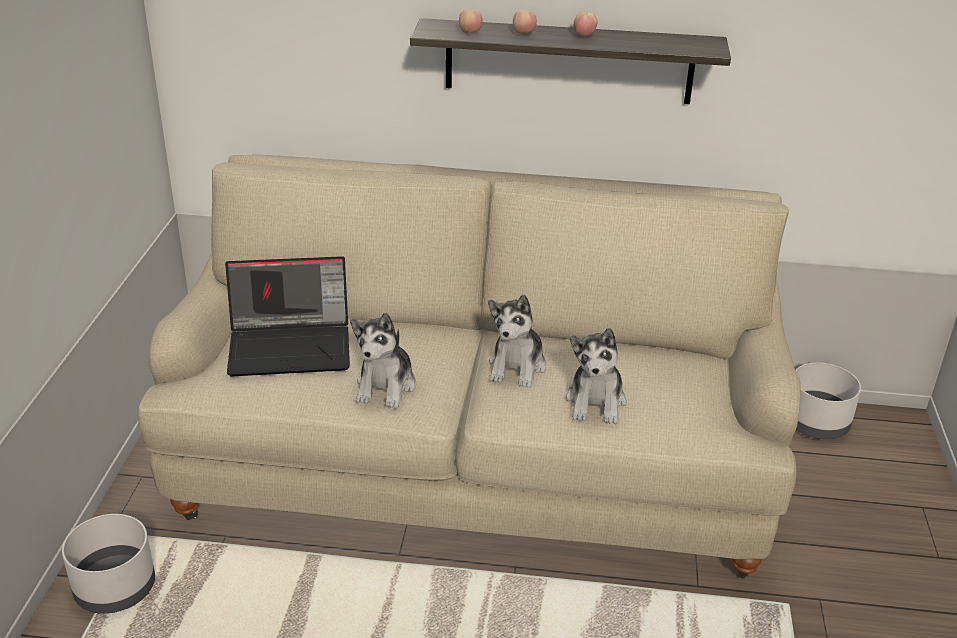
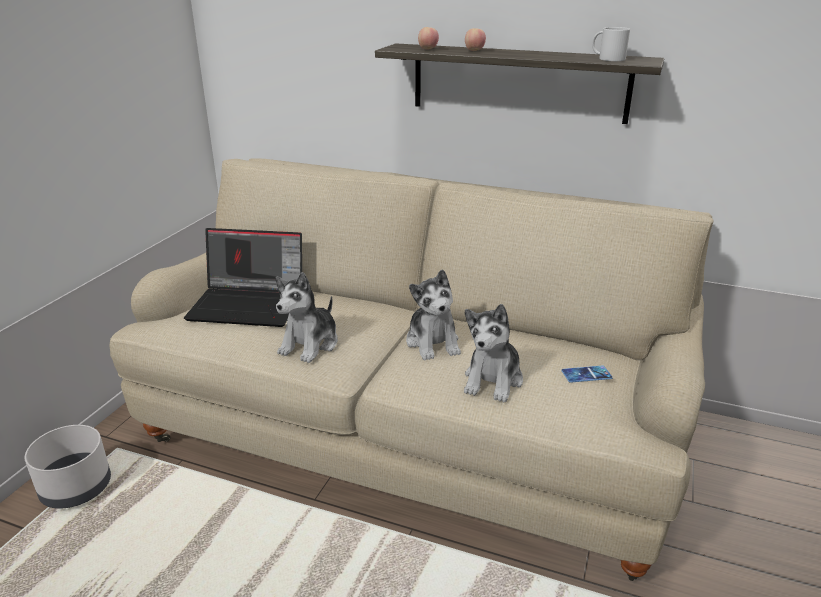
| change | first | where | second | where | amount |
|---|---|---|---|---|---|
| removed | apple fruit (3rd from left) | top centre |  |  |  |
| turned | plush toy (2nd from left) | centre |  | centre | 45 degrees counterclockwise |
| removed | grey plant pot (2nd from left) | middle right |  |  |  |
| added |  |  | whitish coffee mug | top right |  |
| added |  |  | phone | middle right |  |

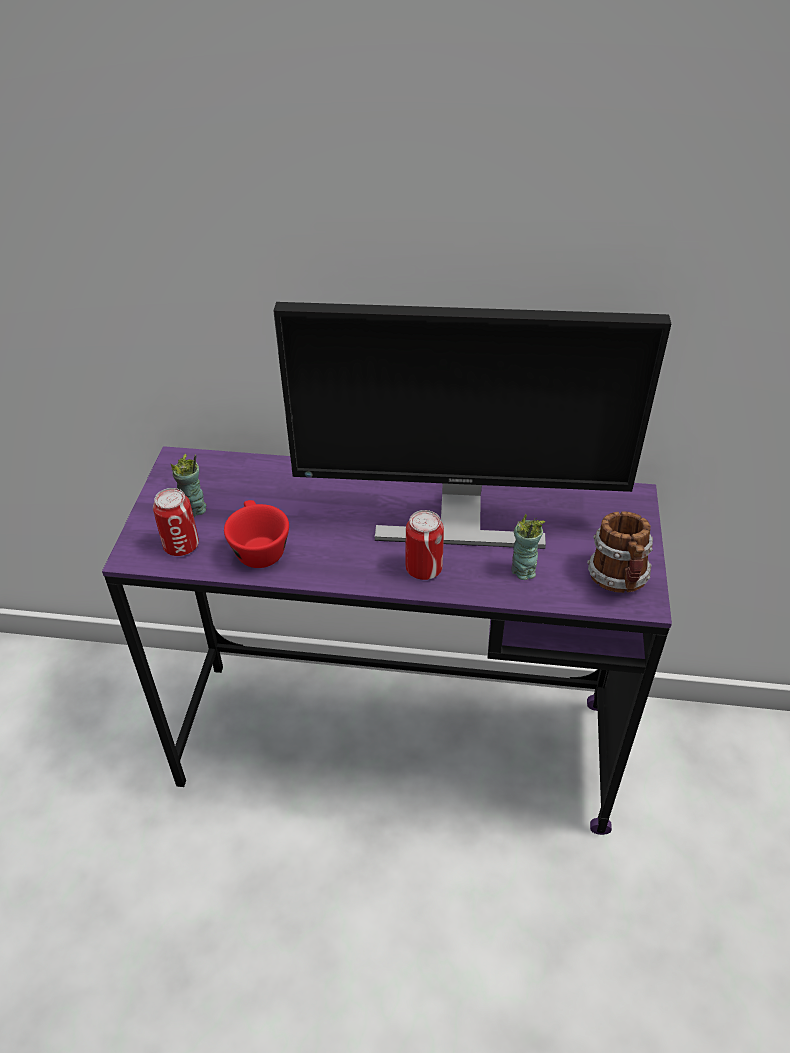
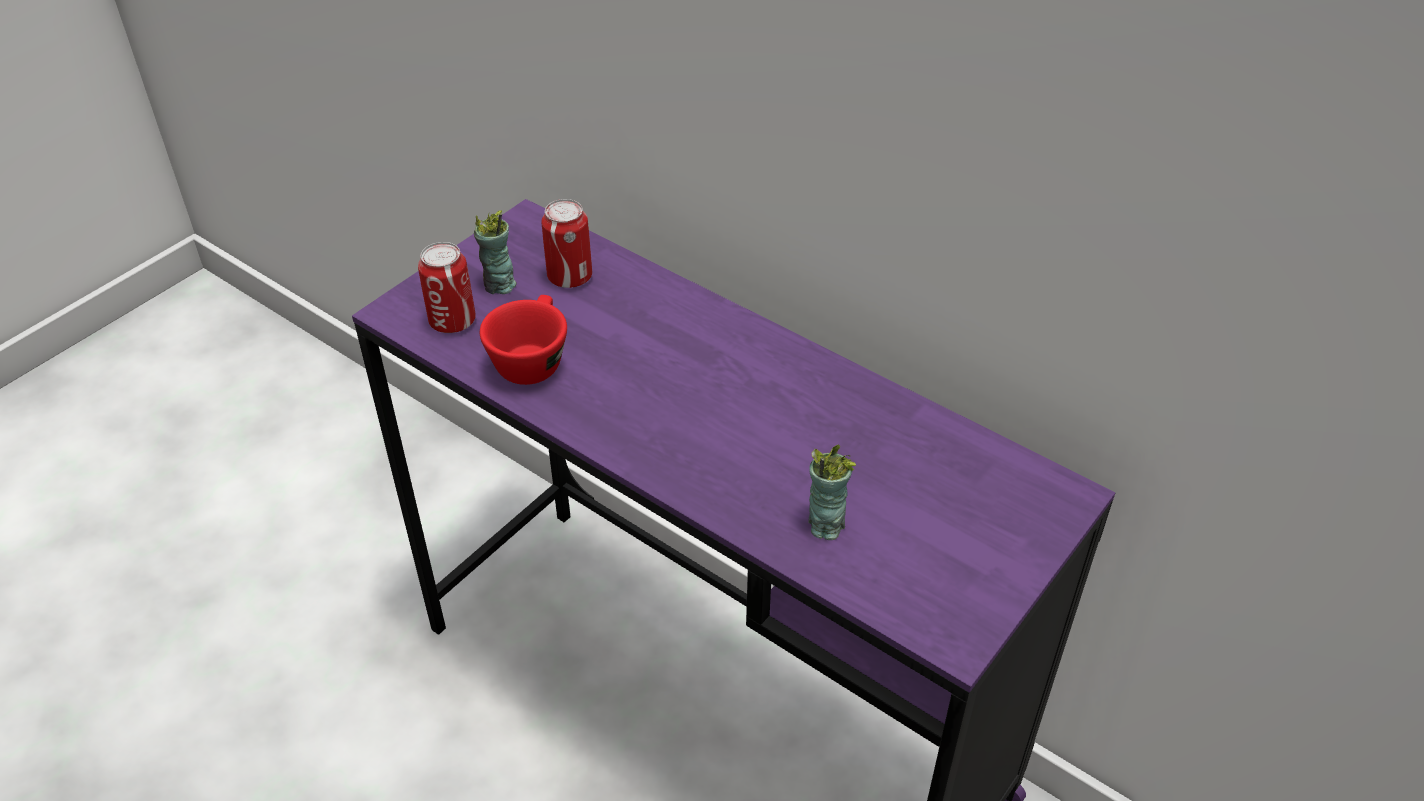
| change | first | where | second | where | amount |
|---|---|---|---|---|---|
| removed | monitor | centre |  |  |  |
| moved | can (2nd from left) | centre |  | top centre |  |
| removed | coffee mug | middle right |  |  |  |

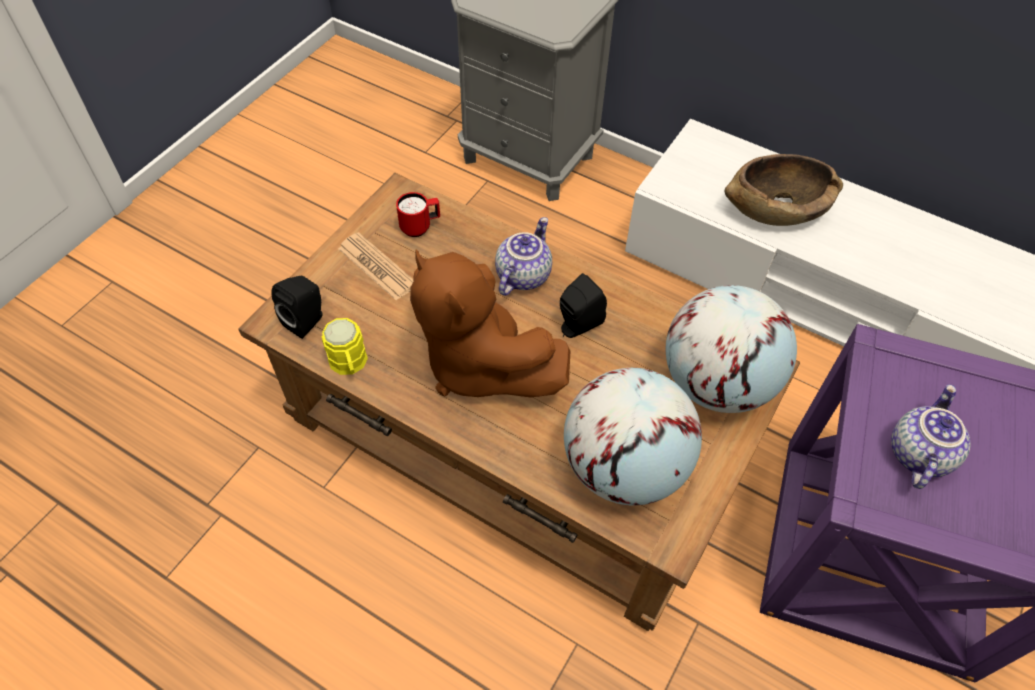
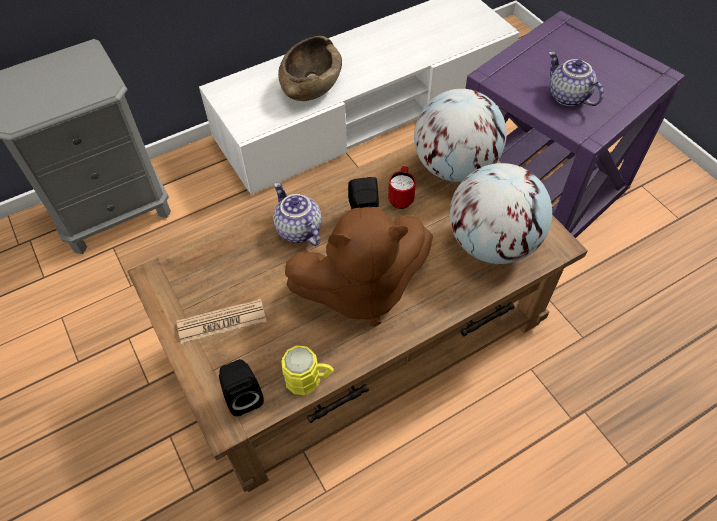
| change | first | where | second | where | amount |
|---|---|---|---|---|---|
| moved | reddish coffee mug | top centre |  | centre |  |

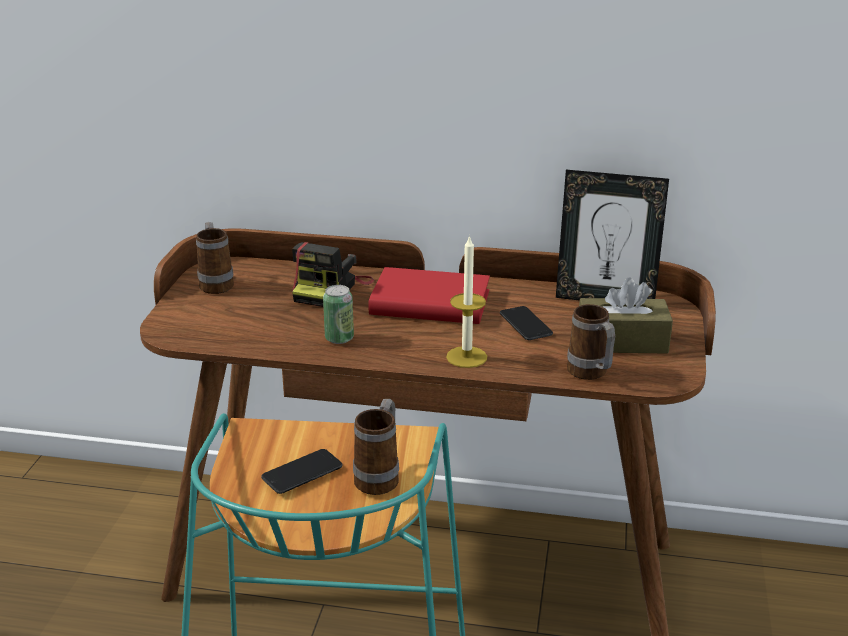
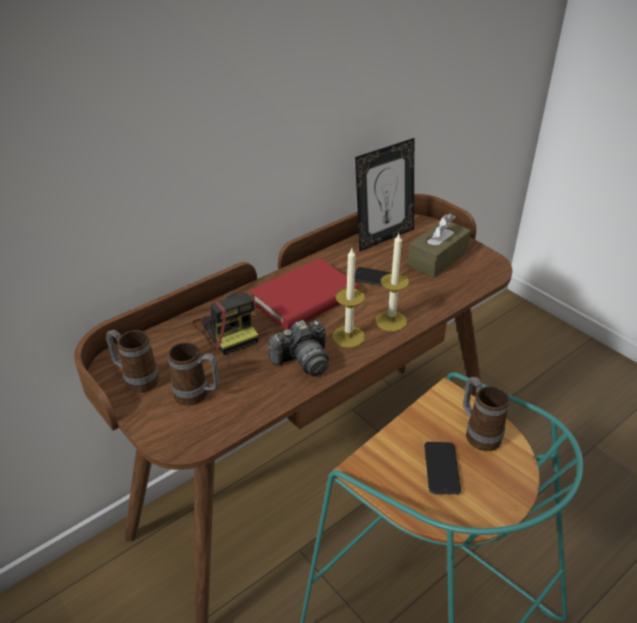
| change | first | where | second | where | amount |
|---|---|---|---|---|---|
| replaced | can | centre | photo camera (2nd from left) | centre |  |
| moved | coffee mug (3rd from left in the first image) | middle right | coffee mug (2nd from left) | middle left |  |
| added |  |  | wax light (1st from left) | centre |  |

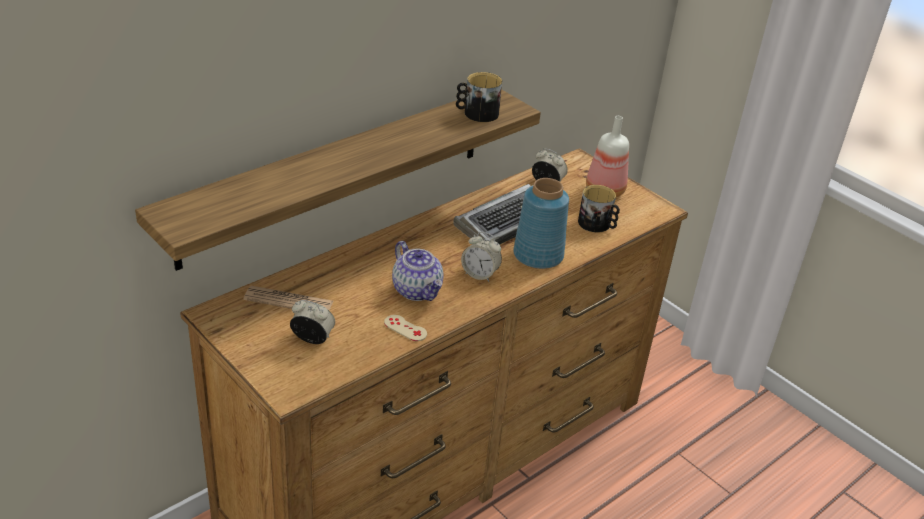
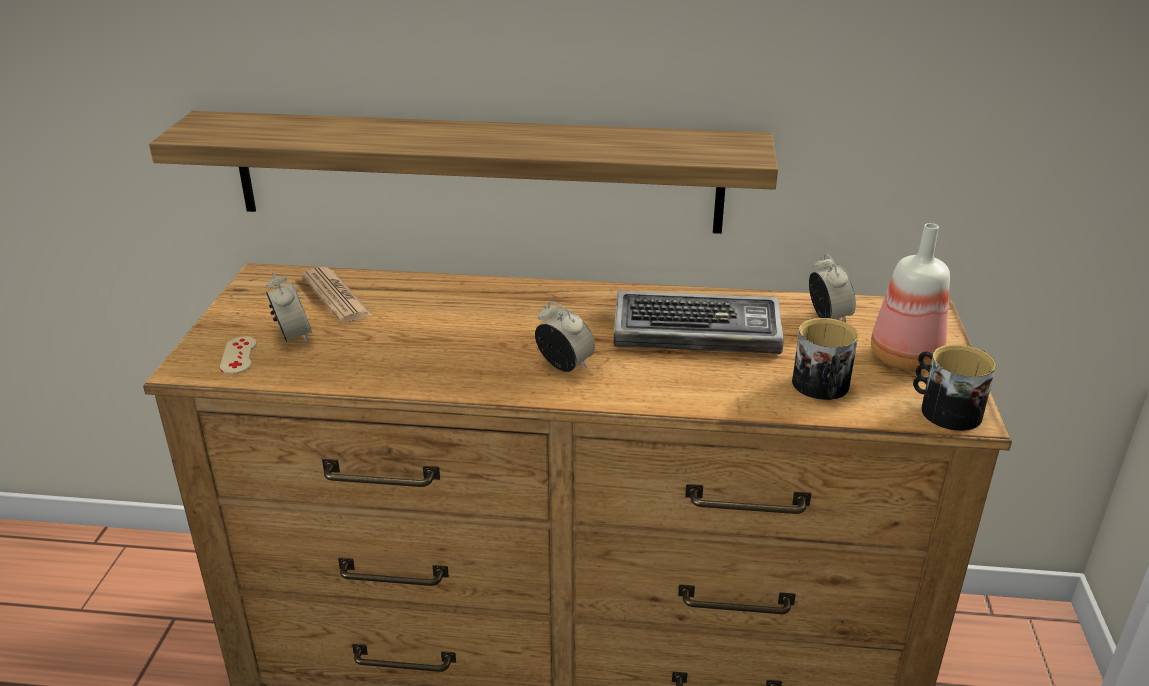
| change | first | where | second | where | amount |
|---|---|---|---|---|---|
| moved | coffee mug (1st from left in the first image) | top centre | coffee mug (2nd from left) | middle right |  |
| removed | blue-coloured vase | centre |  |  |  |
| turned | bedside clock (2nd from left) | centre |  | centre | 150 degrees clockwise |
| removed | teapot | centre |  |  |  |
| moved | sand-coloured gamepad | centre |  | middle left |  |

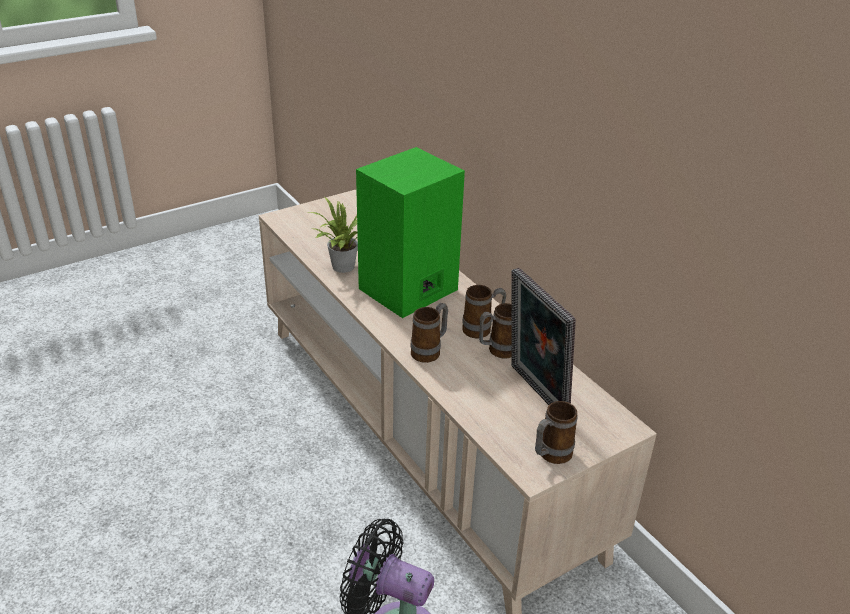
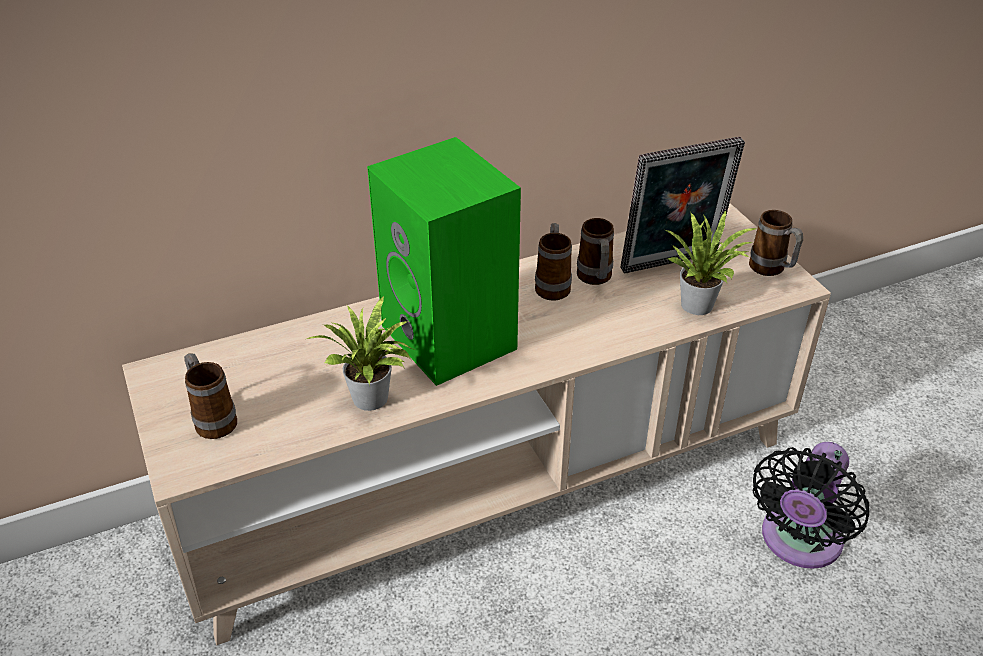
| change | first | where | second | where | amount |
|---|---|---|---|---|---|
| moved | coffee mug (1st from left) | centre |  | middle left |  |
| added |  |  | plant in a pot (2nd from left) | middle right |  |

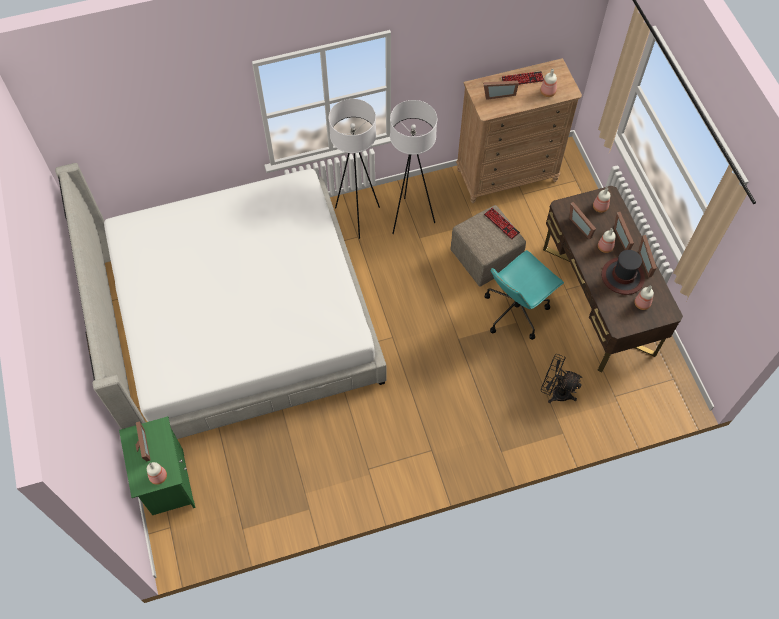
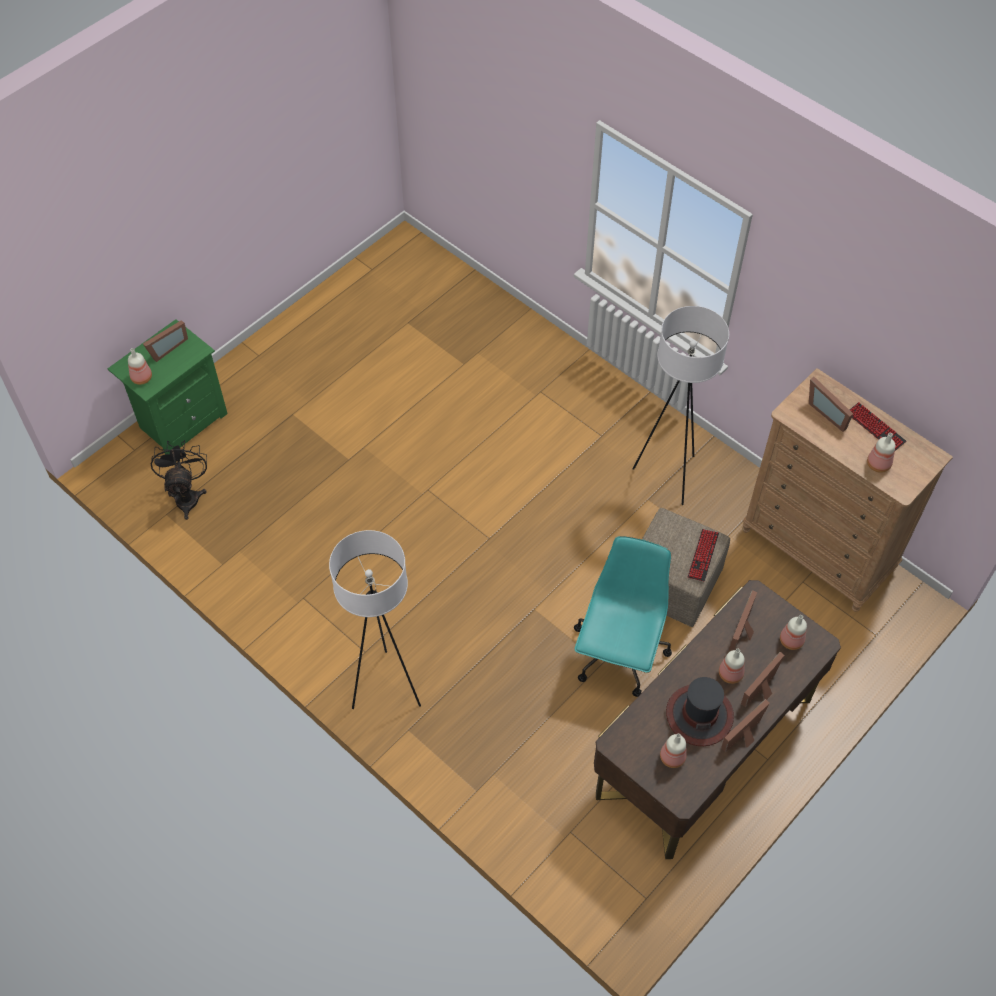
| change | first | where | second | where | amount |
|---|---|---|---|---|---|
| moved | whitish standing lamp (1st from left) | top centre |  | centre |  |
| removed | bed | middle left |  |  |  |
| turned | turquoise-coloured desk chair | middle right |  | centre | 90 degrees clockwise |
| moved | black electric fan | middle right |  | middle left |  |

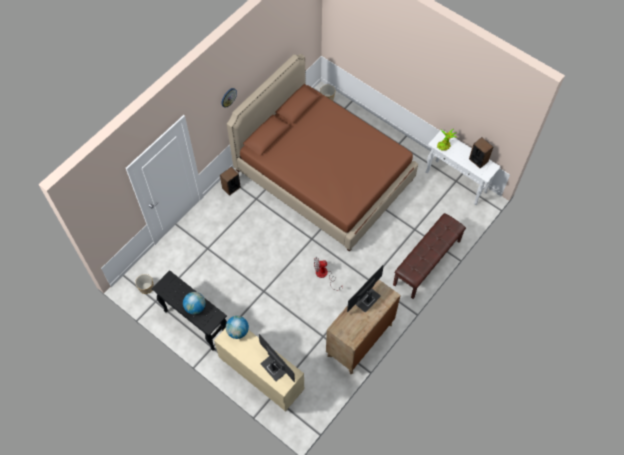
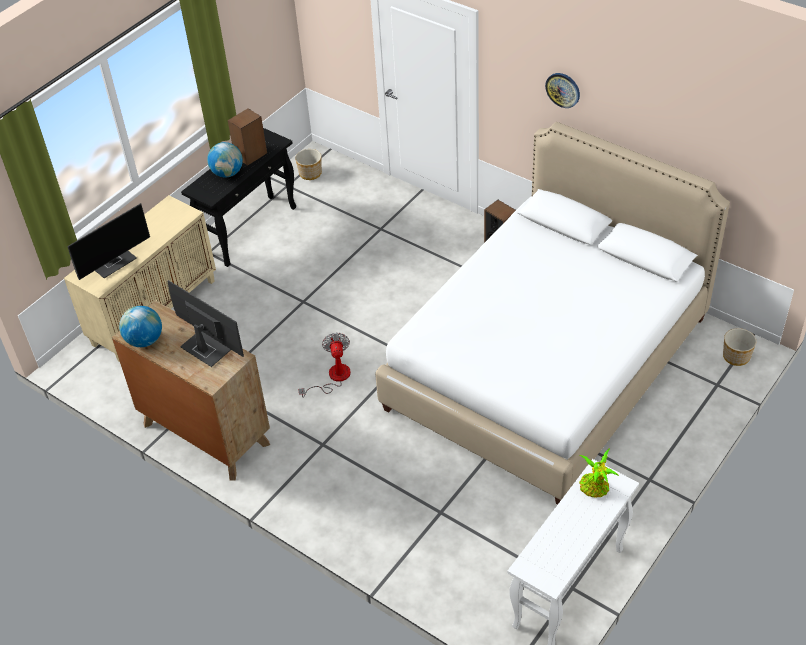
| change | first | where | second | where | amount |
|---|---|---|---|---|---|
| recoloured | brown bed | centre | whitish bed | middle right |  |
| moved | loudspeaker (2nd from left in the first image) | middle right | loudspeaker (1st from left) | top left |  |
| removed | brown indoor bench | middle right |  |  |  |
| moved | desk globe (2nd from left in the first image) | bottom centre | desk globe (1st from left) | middle left |  |

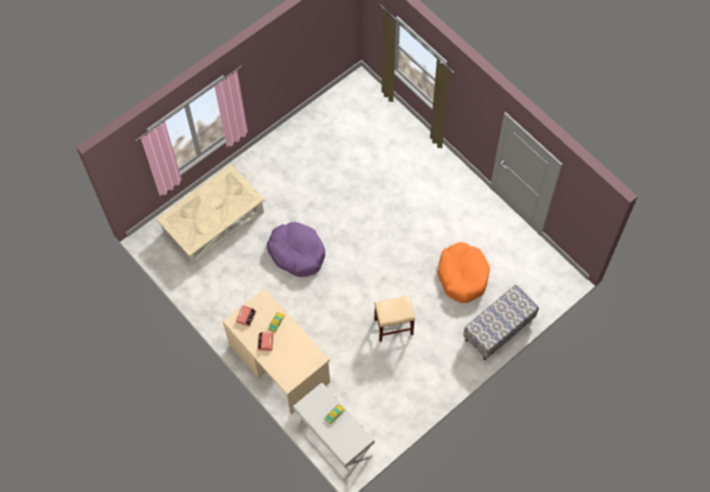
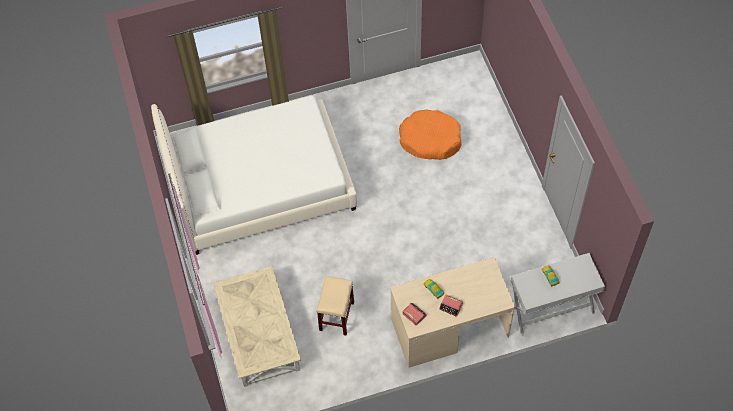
| change | first | where | second | where | amount |
|---|---|---|---|---|---|
| removed | purplish dog bed | centre |  |  |  |
| removed | indoor bench | middle right |  |  |  |
| moved | sand-coloured stool | centre |  | bottom centre |  |
| added |  |  | whitish bed | centre |  |

